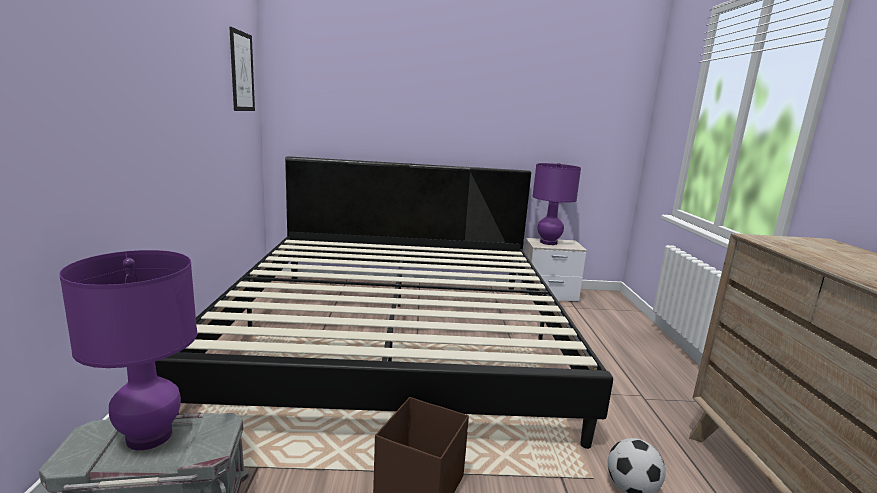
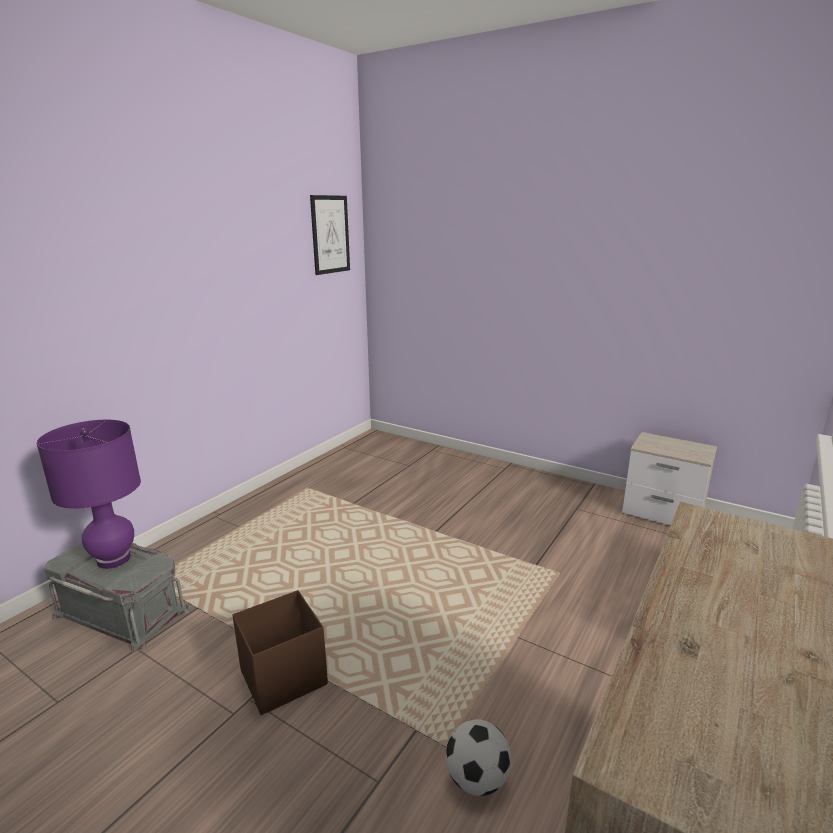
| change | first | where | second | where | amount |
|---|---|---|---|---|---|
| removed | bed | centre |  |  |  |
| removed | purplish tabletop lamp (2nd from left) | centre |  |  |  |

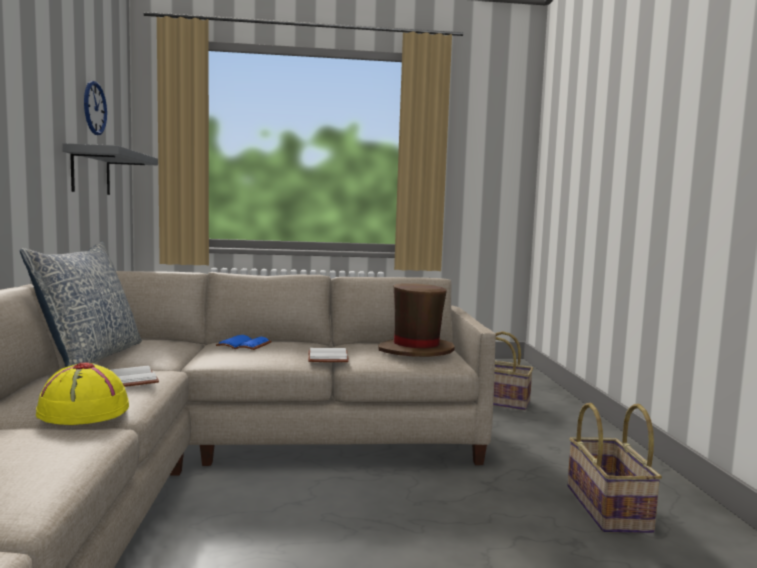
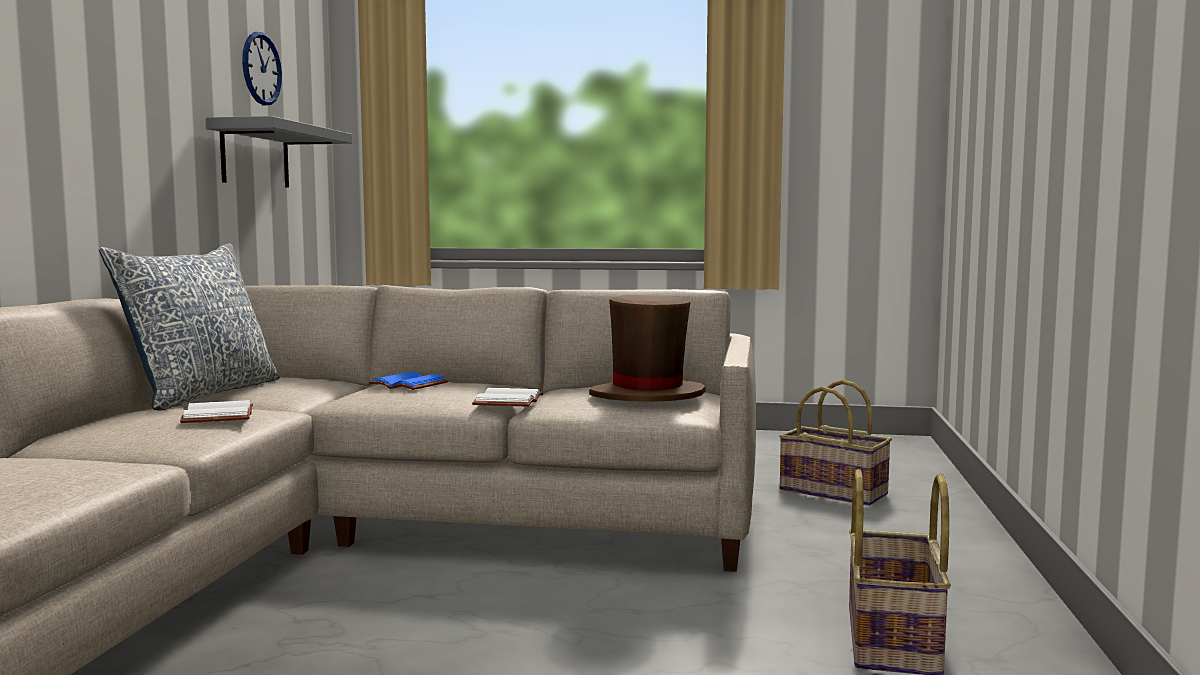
| change | first | where | second | where | amount |
|---|---|---|---|---|---|
| removed | yellow-coloured clothing hat | bottom left |  |  |  |

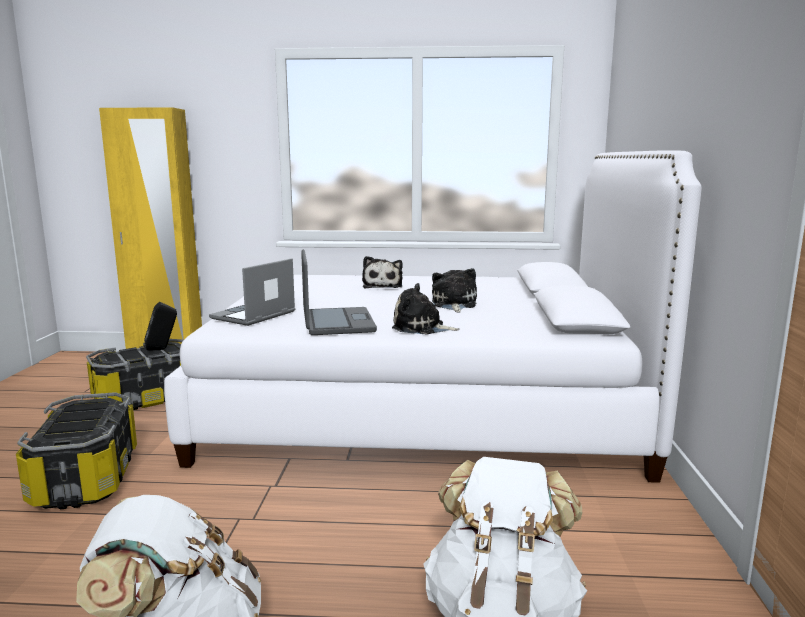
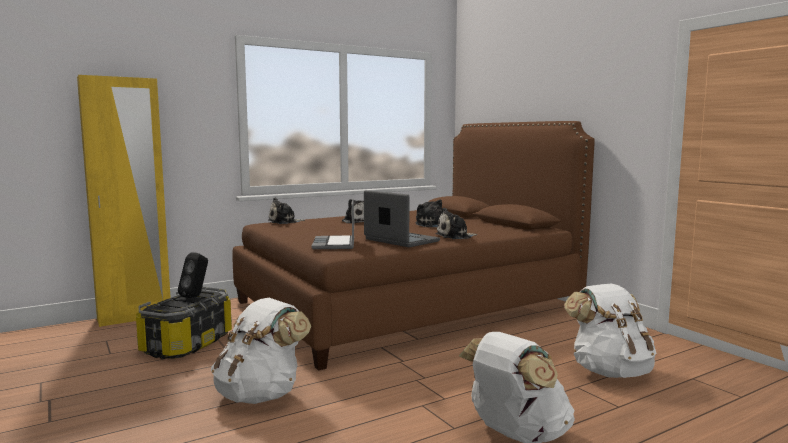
| change | first | where | second | where | amount |
|---|---|---|---|---|---|
| recoloured | whitish bed | centre | brown bed | centre |  |
| replaced | storage box (1st from left) | bottom left | whitish backpack (1st from left) | bottom left |  |
| added |  |  | plush toy (1st from left) | centre |  |

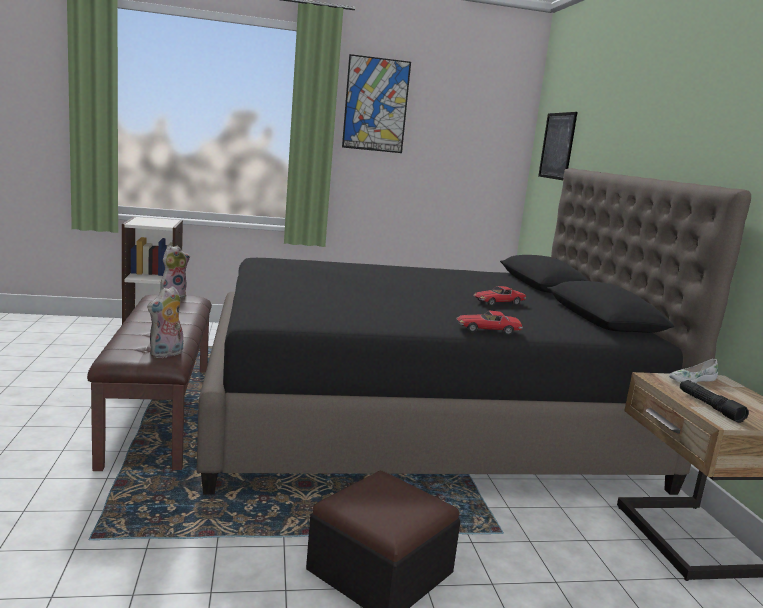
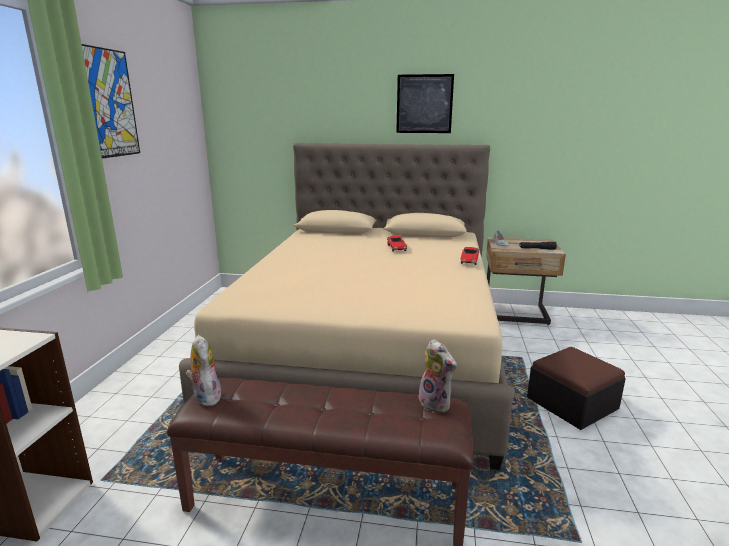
| change | first | where | second | where | amount |
|---|---|---|---|---|---|
| moved | picture (2nd from left) | top right |  | top centre |  |
| recoloured | black bed | centre | sand-coloured bed | centre |  |

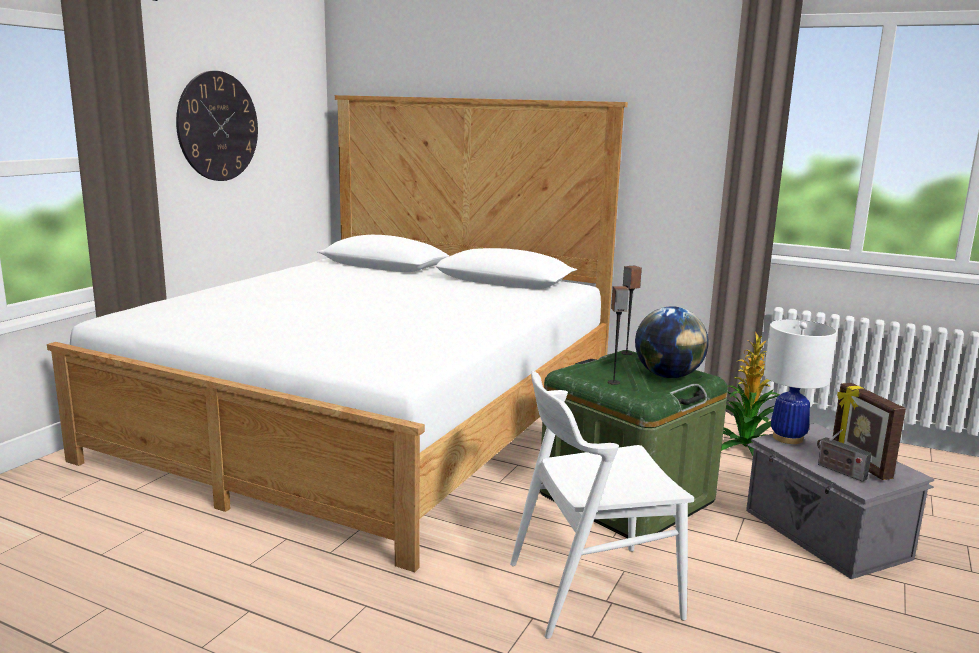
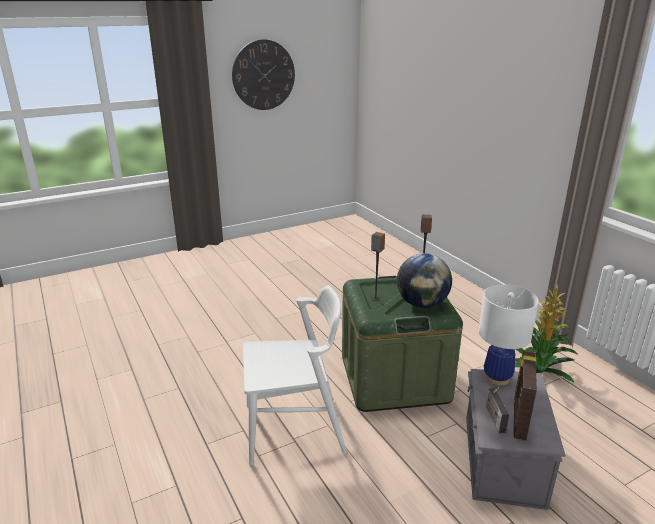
| change | first | where | second | where | amount |
|---|---|---|---|---|---|
| removed | bed | centre |  |  |  |
| turned | whitish plain chair | bottom centre |  | bottom centre | 150 degrees clockwise |

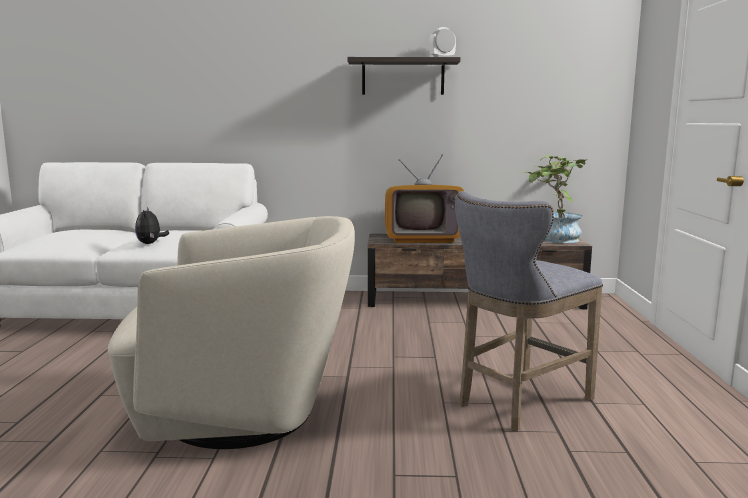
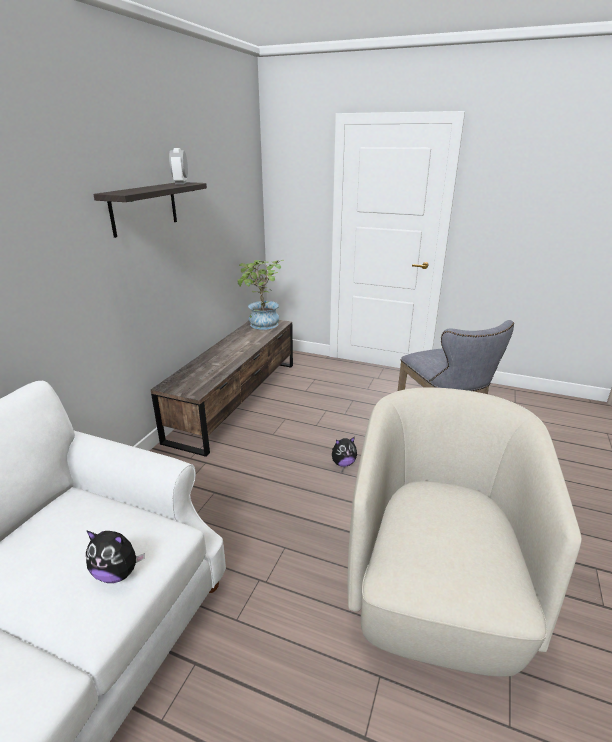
| change | first | where | second | where | amount |
|---|---|---|---|---|---|
| removed | TV set | centre |  |  |  |
| added |  |  | plush toy (2nd from left) | centre |  |

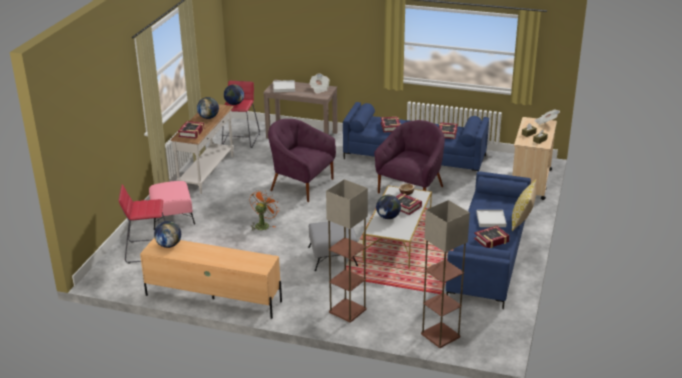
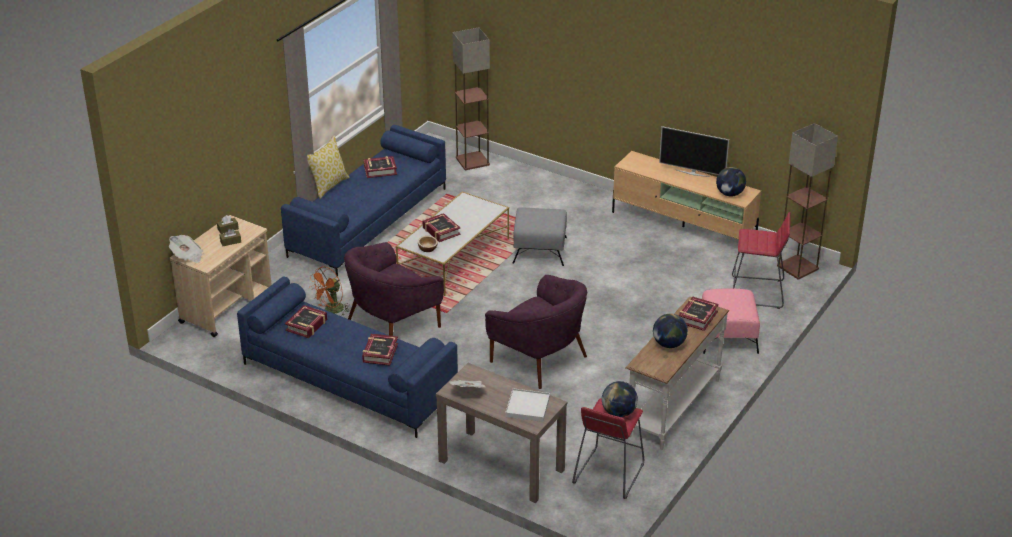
| change | first | where | second | where | amount |
|---|---|---|---|---|---|
| moved | standing lamp (1st from left in the first image) | centre | standing lamp (2nd from left) | middle right |  |
| moved | orange-coloured electric fan | centre |  | middle left |  |
| removed | desk globe (4th from left) | centre |  |  |  |
| removed | whitish tray (2nd from left) | middle right |  |  |  |
| added |  |  | TV set | top right |  |

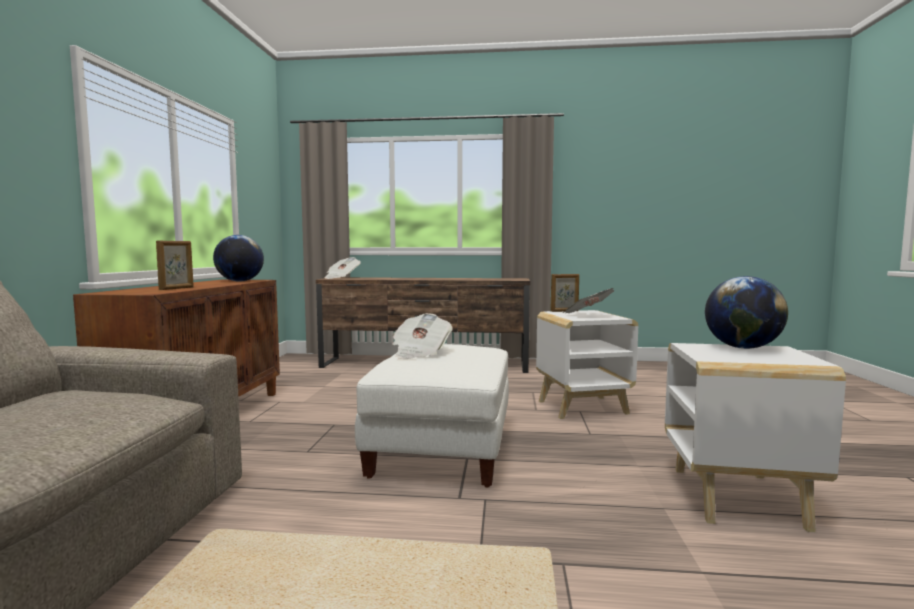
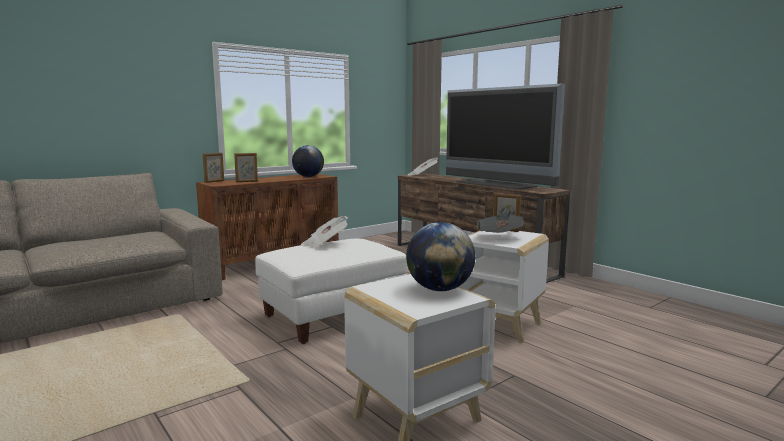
| change | first | where | second | where | amount |
|---|---|---|---|---|---|
| added |  |  | TV set | top centre |  |
| added |  |  | standing frame (1st from left) | middle left |  |

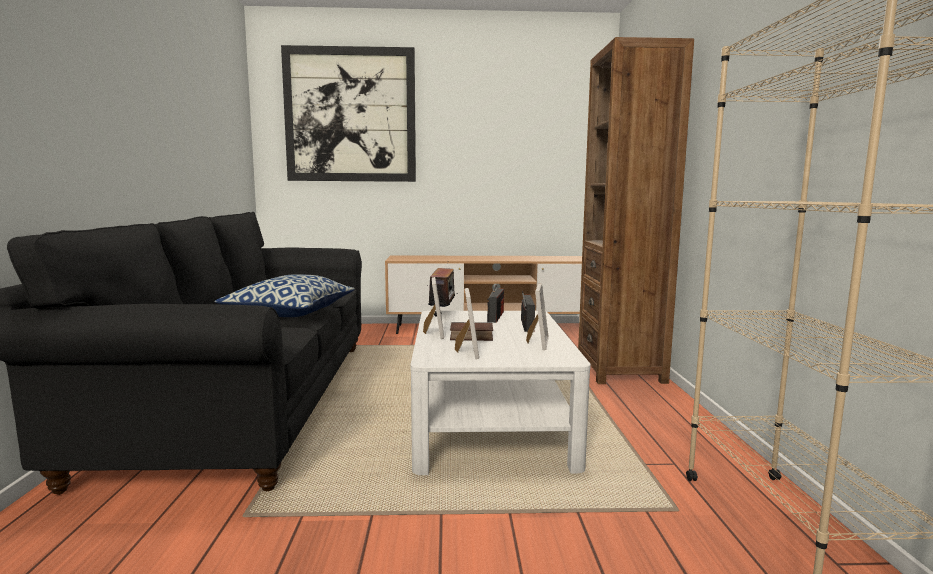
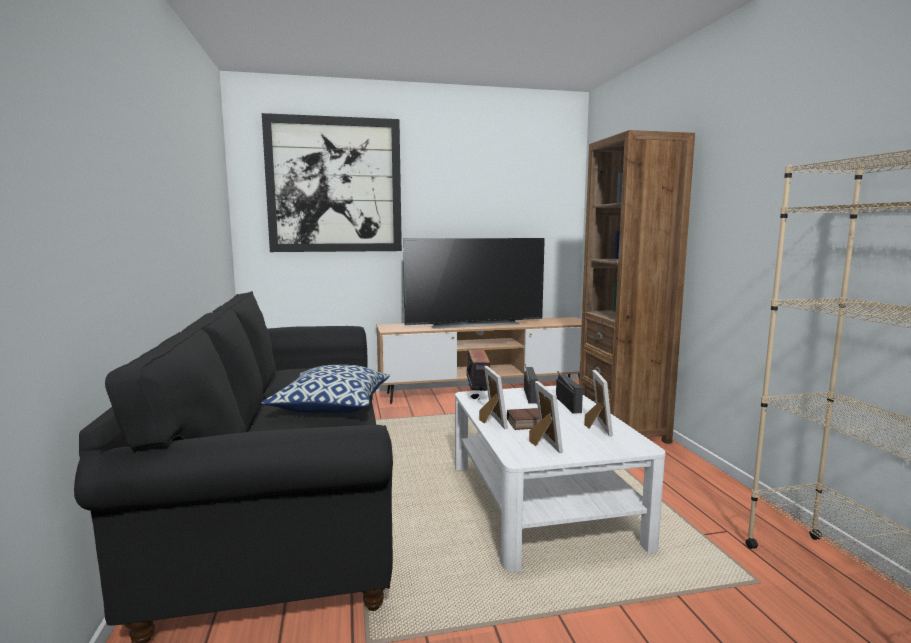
| change | first | where | second | where | amount |
|---|---|---|---|---|---|
| added |  |  | TV set | centre |  |

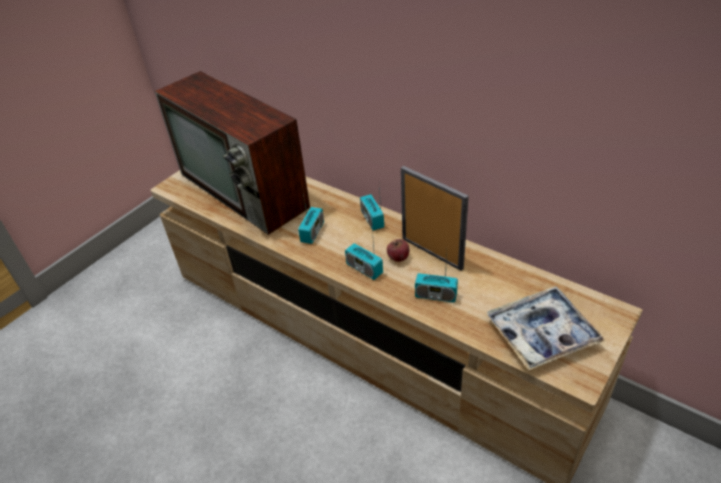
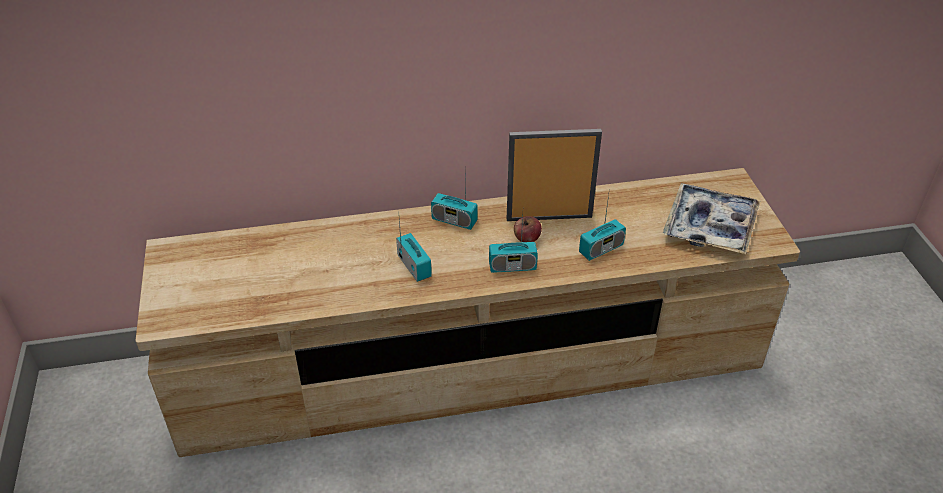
| change | first | where | second | where | amount |
|---|---|---|---|---|---|
| removed | TV set | top left |  |  |  |

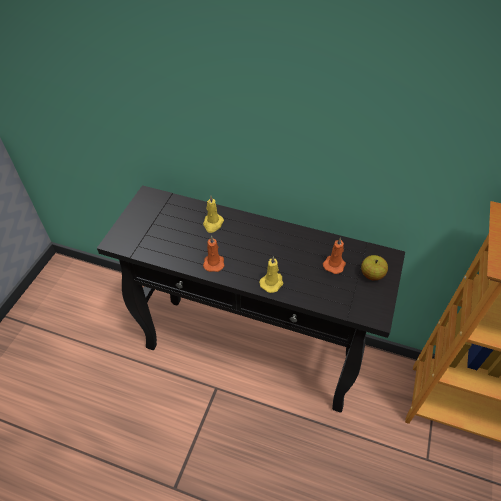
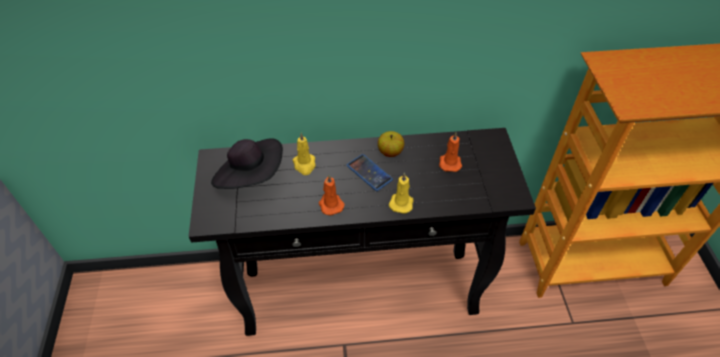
| change | first | where | second | where | amount |
|---|---|---|---|---|---|
| moved | apple fruit | middle right |  | centre |  |
| added |  |  | black clothing hat | centre |  |
| added |  |  | phone | centre |  |

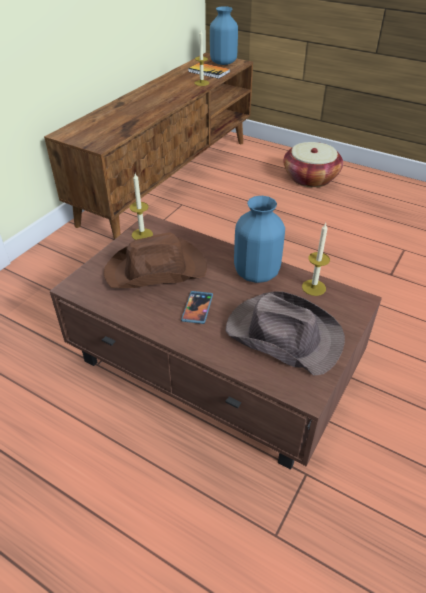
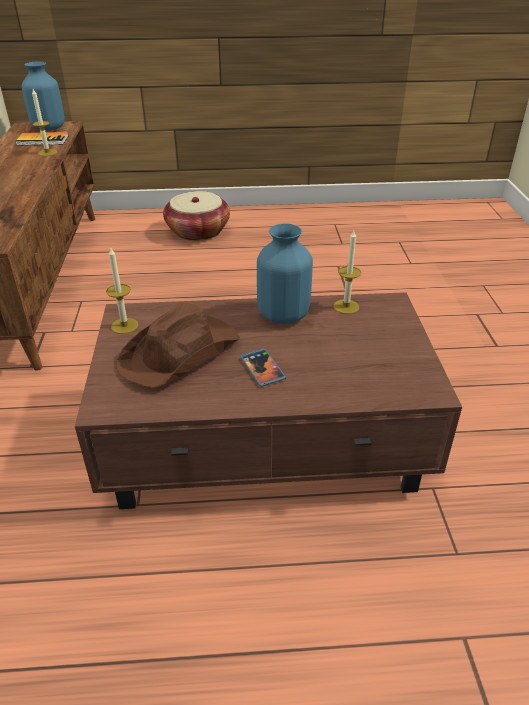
| change | first | where | second | where | amount |
|---|---|---|---|---|---|
| removed | brown clothing hat (2nd from left) | middle right |  |  |  |

